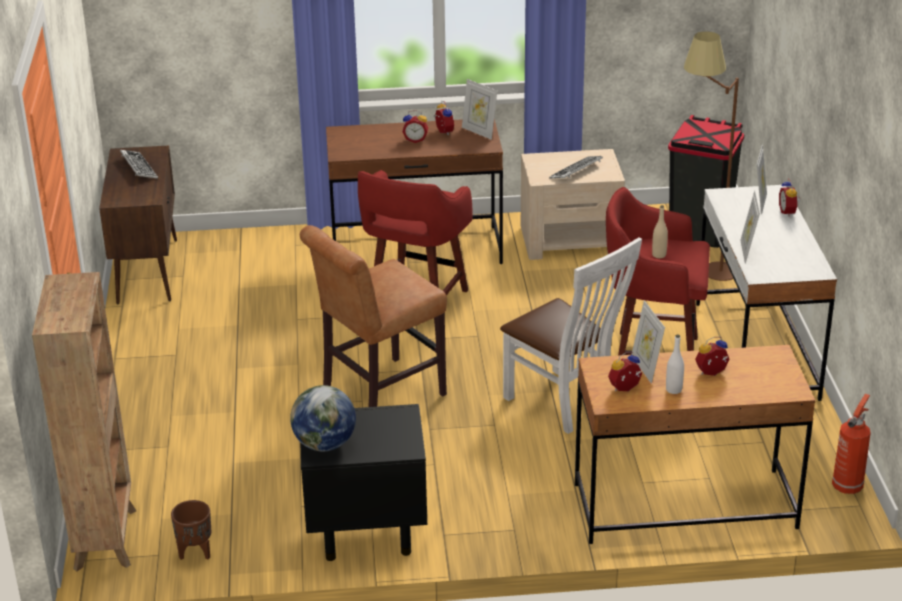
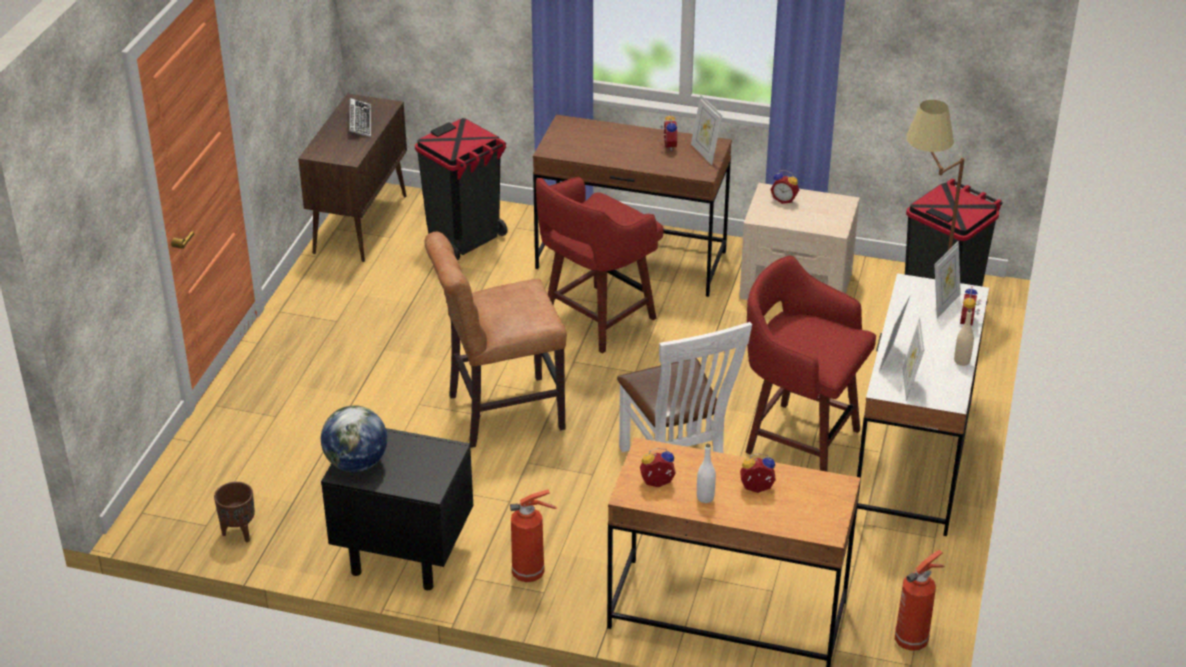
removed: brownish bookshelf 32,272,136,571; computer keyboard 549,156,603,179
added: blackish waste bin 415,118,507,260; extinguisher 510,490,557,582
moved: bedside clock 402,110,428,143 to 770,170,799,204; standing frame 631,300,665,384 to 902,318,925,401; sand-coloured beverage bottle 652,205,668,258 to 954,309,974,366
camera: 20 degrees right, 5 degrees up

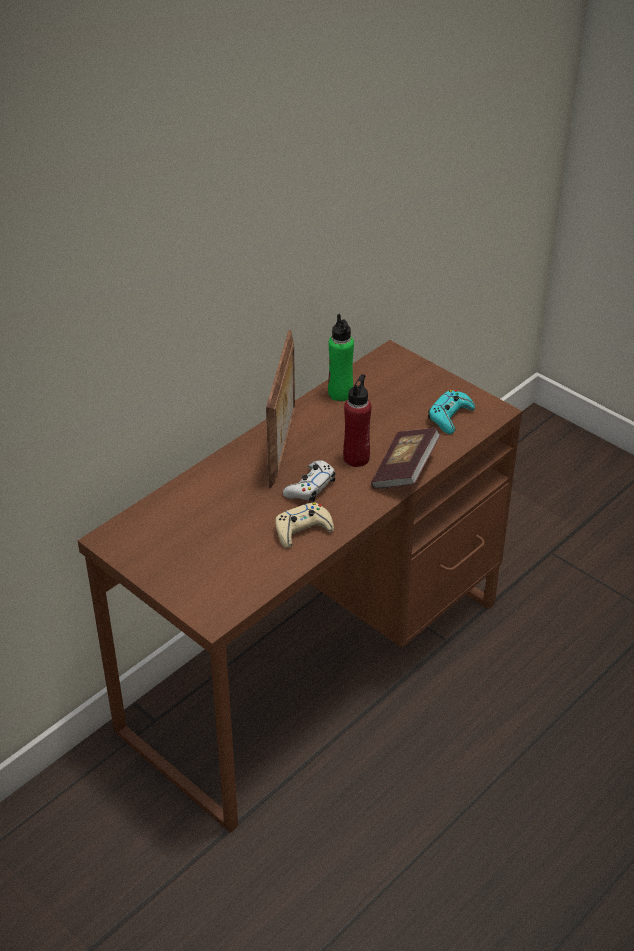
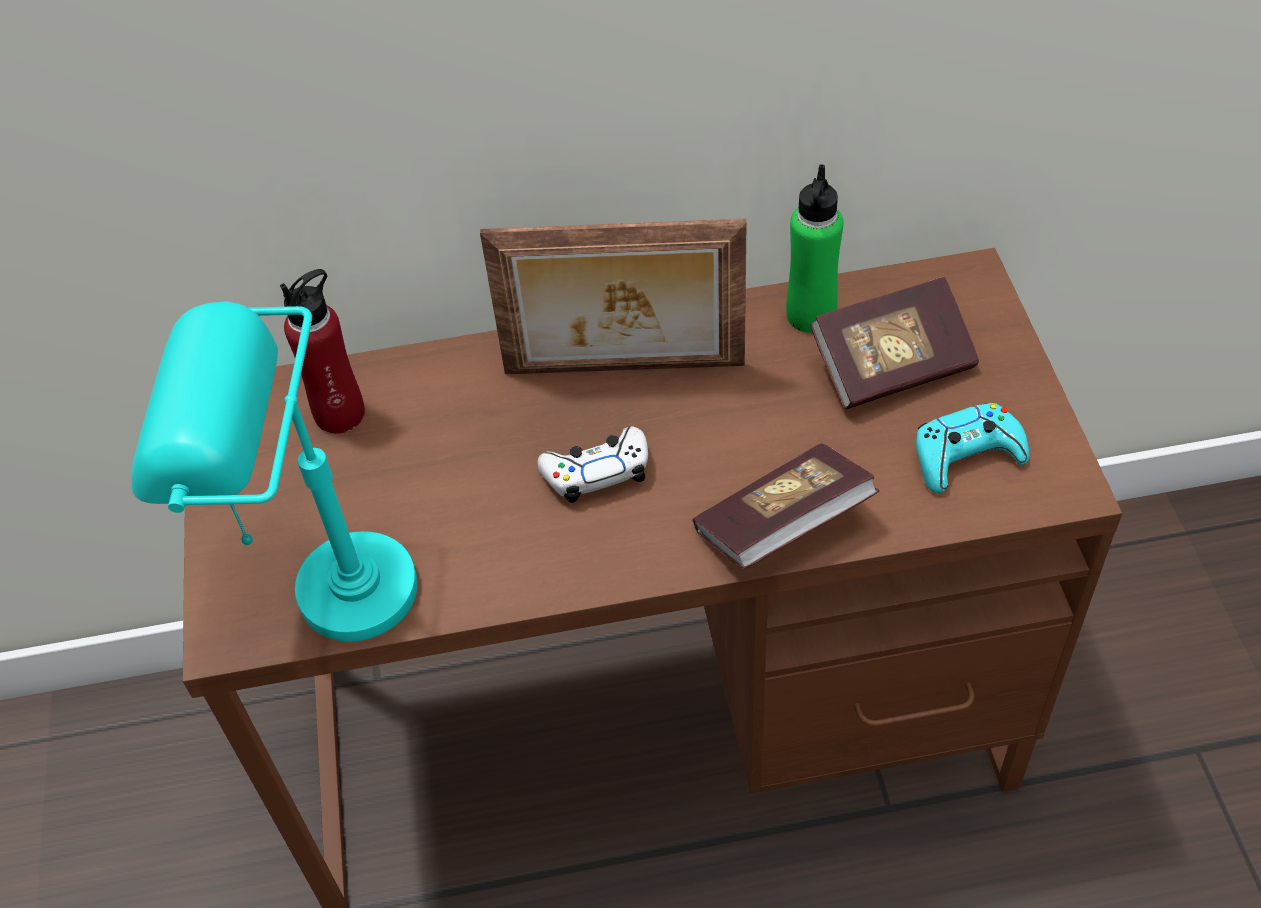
removed: sand-coloured gamepad 275,502,334,548
added: turquoise-coloured table lamp 131,301,418,642; volume 810,277,979,410
moved: red beverage bottle 343,374,371,467 to 280,269,365,434
turned: standing frame 266,330,295,488 = 480,218,747,374 45 degrees clockwise
camera: 40 degrees right, 10 degrees up

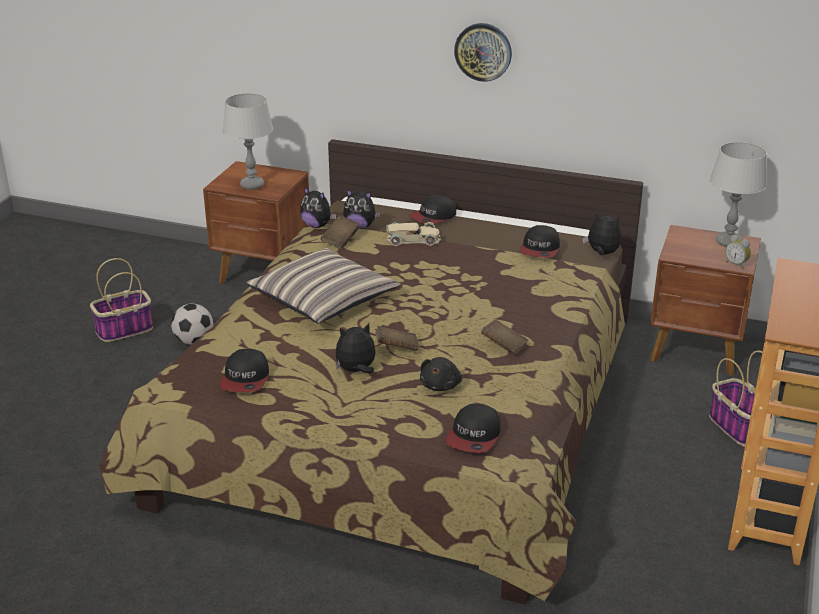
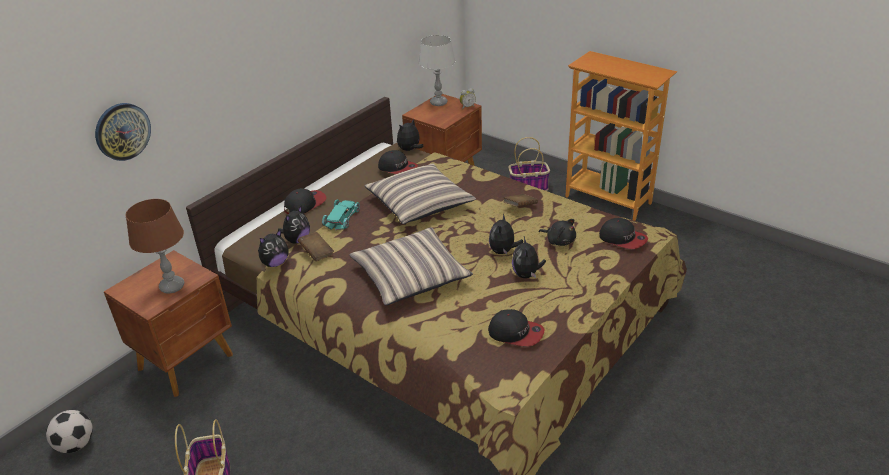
added: cushion 364,163,476,224
moved: football 171,304,213,345 to 46,410,93,453; hanging clock 454,23,512,82 to 95,103,151,161
replaced: brownish volume 375,326,419,351 to plush toy 489,214,523,255
recoloured: gray table lamp 223,93,273,190 to brownish table lamp 126,199,184,294; sand-coloured model car 386,222,441,246 to turquoise-coloured model car 322,200,360,230
turned: baseball cap 408,195,456,224 = 284,188,327,214 105 degrees counterclockwise
camera: 70 degrees left, 5 degrees up

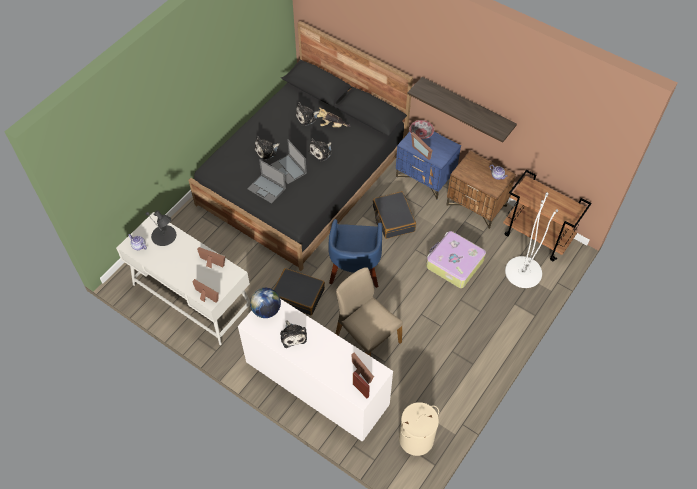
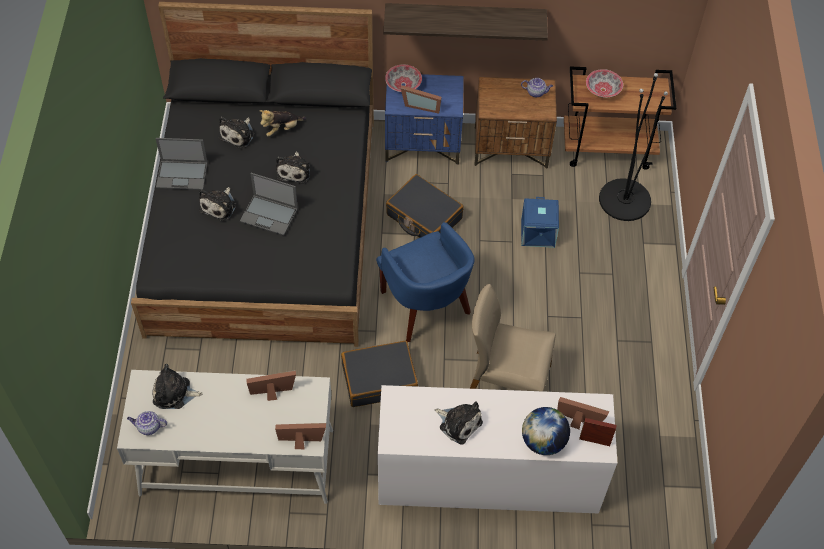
removed: sand-coloured washing basket 399,402,439,456
added: bowl 586,69,623,98
moved: laptop 247,159,286,204 to 156,138,208,190; globe 250,288,281,318 to 522,407,570,455
replaced: blackish table lamp 145,210,176,246 to plush toy 152,364,203,409; suitcase 426,231,486,288 to bluish storage bin 521,197,559,248
recoloured: whitish floor lamp 505,192,558,288 to blackish floor lamp 599,73,668,221
camera: 35 degrees left, 0 degrees up

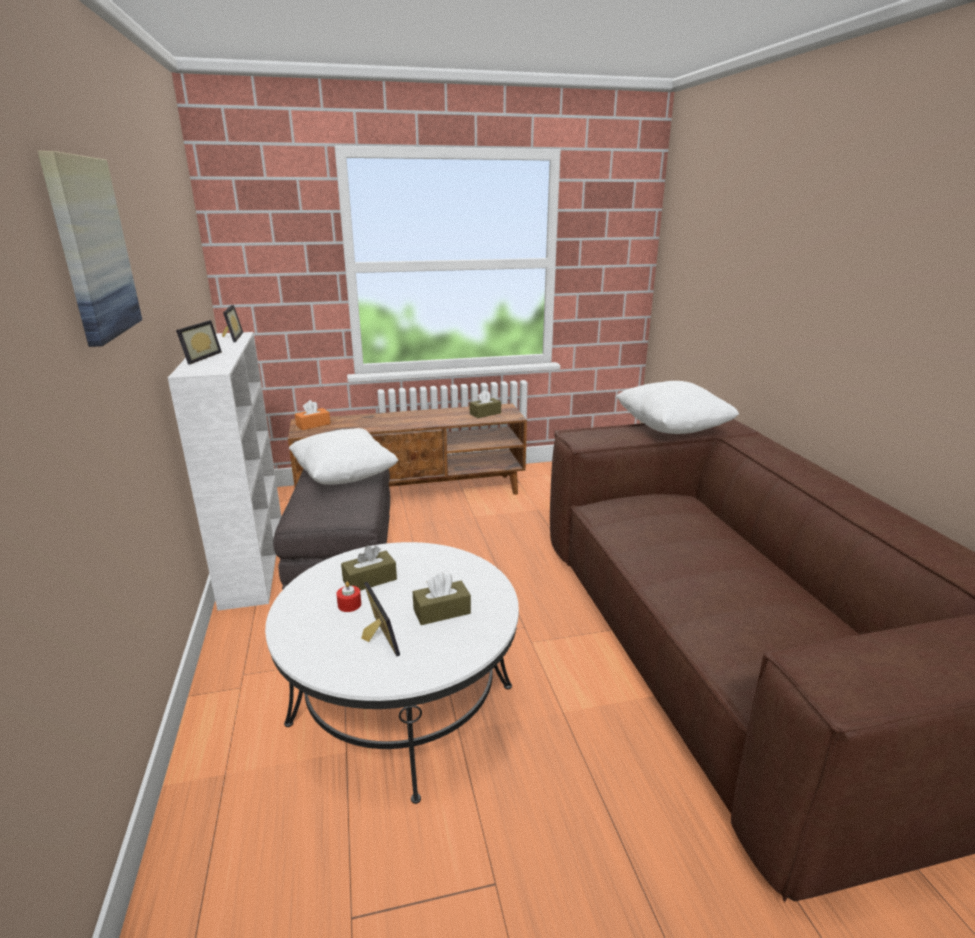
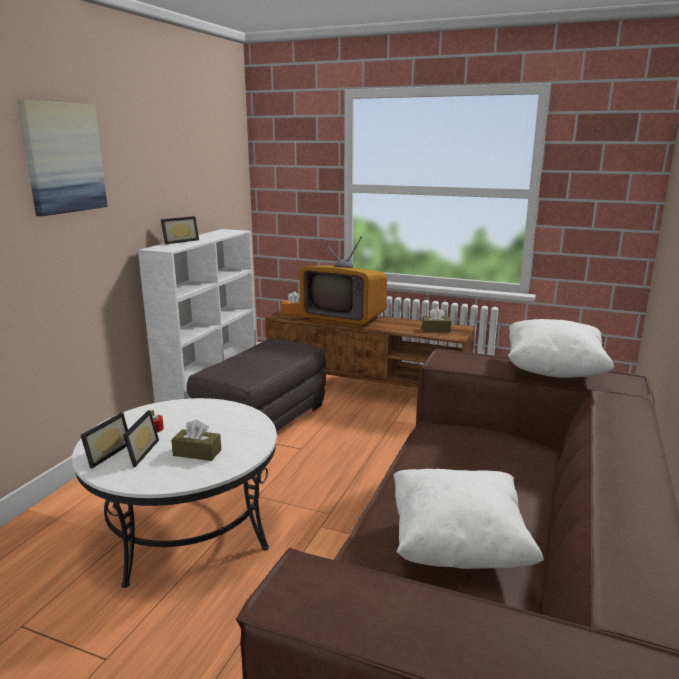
removed: brownish tissue holder 341,545,397,591
added: television 300,237,387,328
moved: standing frame 222,305,243,343 to 81,412,128,469; whitish cushion 289,428,398,485 to 393,469,544,569
camera: 35 degrees right, 5 degrees down

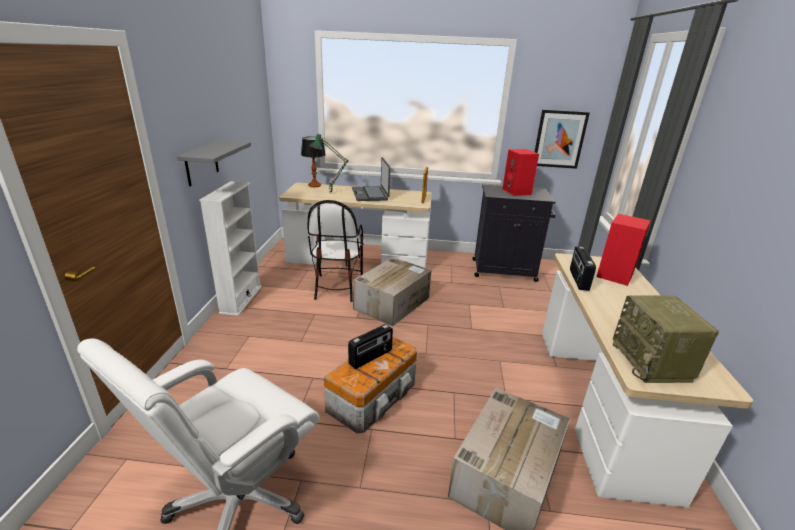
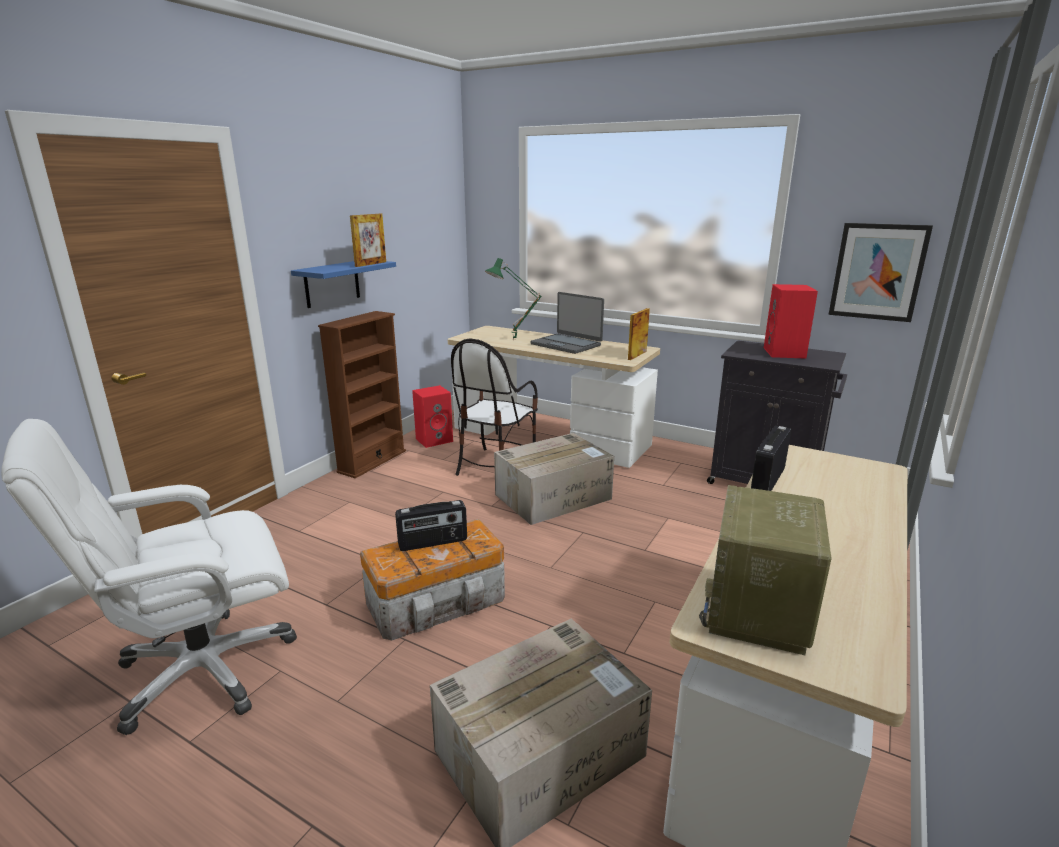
removed: table lamp 301,136,326,187
added: standing frame 350,214,386,267
moved: red speaker 596,214,651,286 to 412,385,453,448
recoloured: gray bracket shelf 176,140,251,186 to bluish bracket shelf 291,261,396,308; whitish bookshelf 199,181,262,316 to brownish bookshelf 318,311,406,478
turned: laptop 352,157,390,201 = 531,292,604,354 60 degrees counterclockwise
camera: 25 degrees right, 5 degrees down

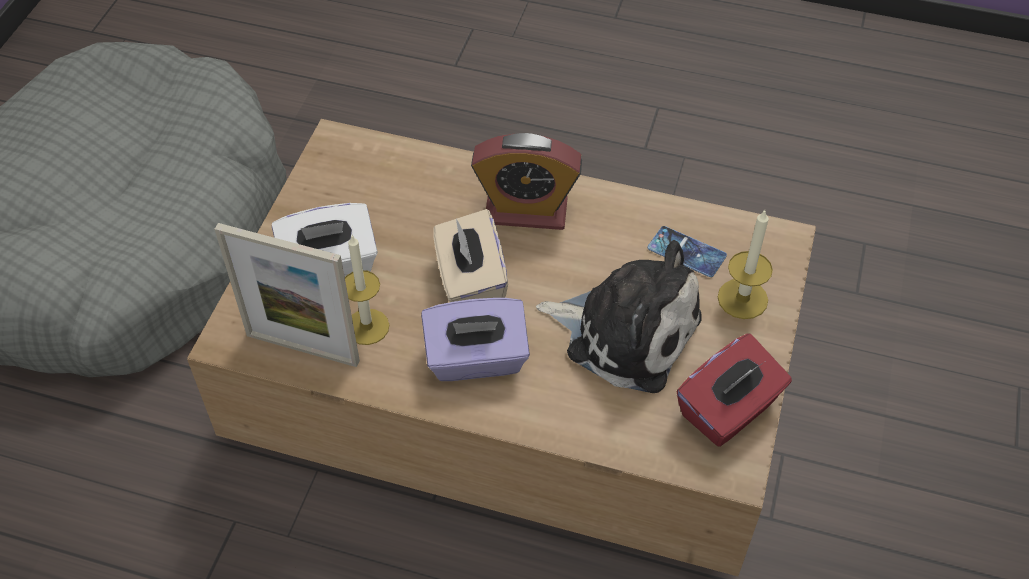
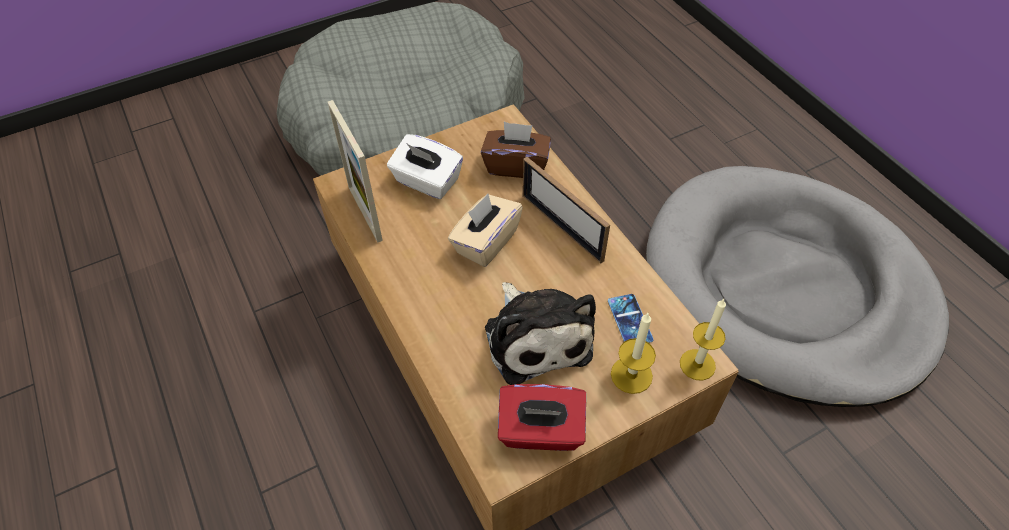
removed: purplish tissue holder 421,298,530,381
added: brownish tissue holder 481,122,551,178; gray dog bed 646,166,949,407
moved: wax candle 345,234,389,345 to 680,299,726,381
replaced: bedside clock 471,133,582,230 to standing frame 523,157,610,263
camera: 45 degrees right, 0 degrees up

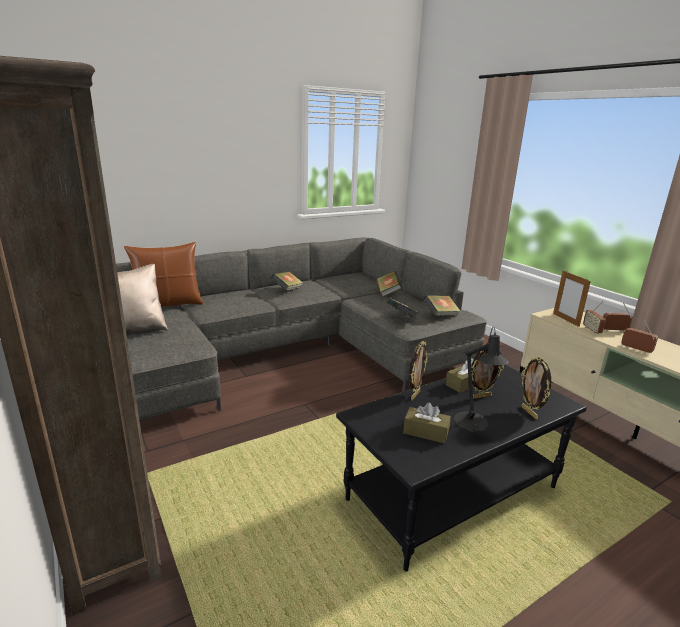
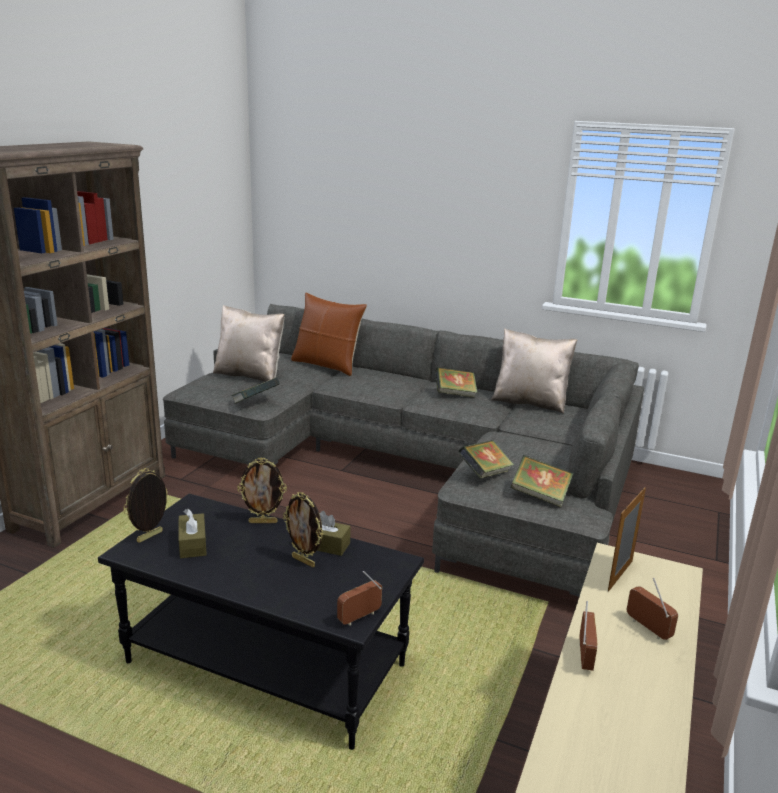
removed: blackish table lamp 454,327,508,432
added: sand-coloured cushion 491,328,577,414
moved: volume 377,271,402,297 to 231,377,280,404; standing frame 521,356,551,419 to 123,468,168,543; radio set 583,301,606,334 to 337,571,382,626
camera: 55 degrees right, 0 degrees up

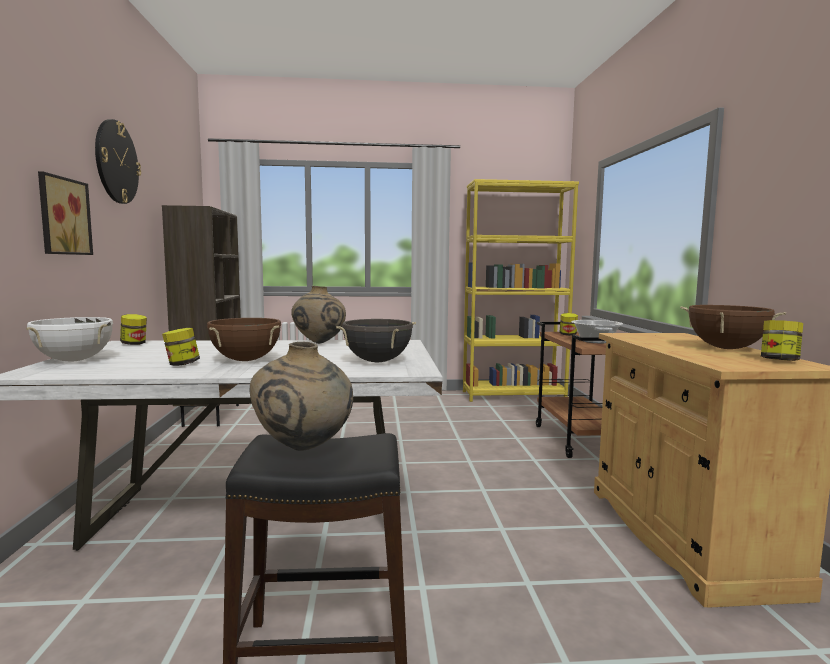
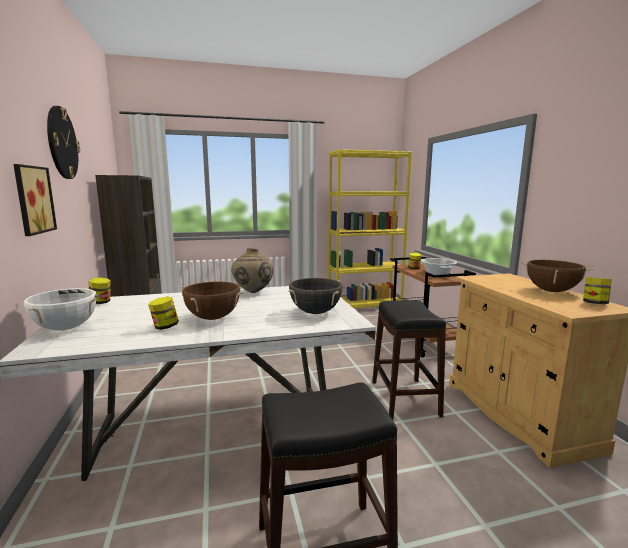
removed: sand-coloured flower vase 250,342,353,451
added: blackish sitting stool 372,300,446,420
camera: 10 degrees left, 5 degrees up

